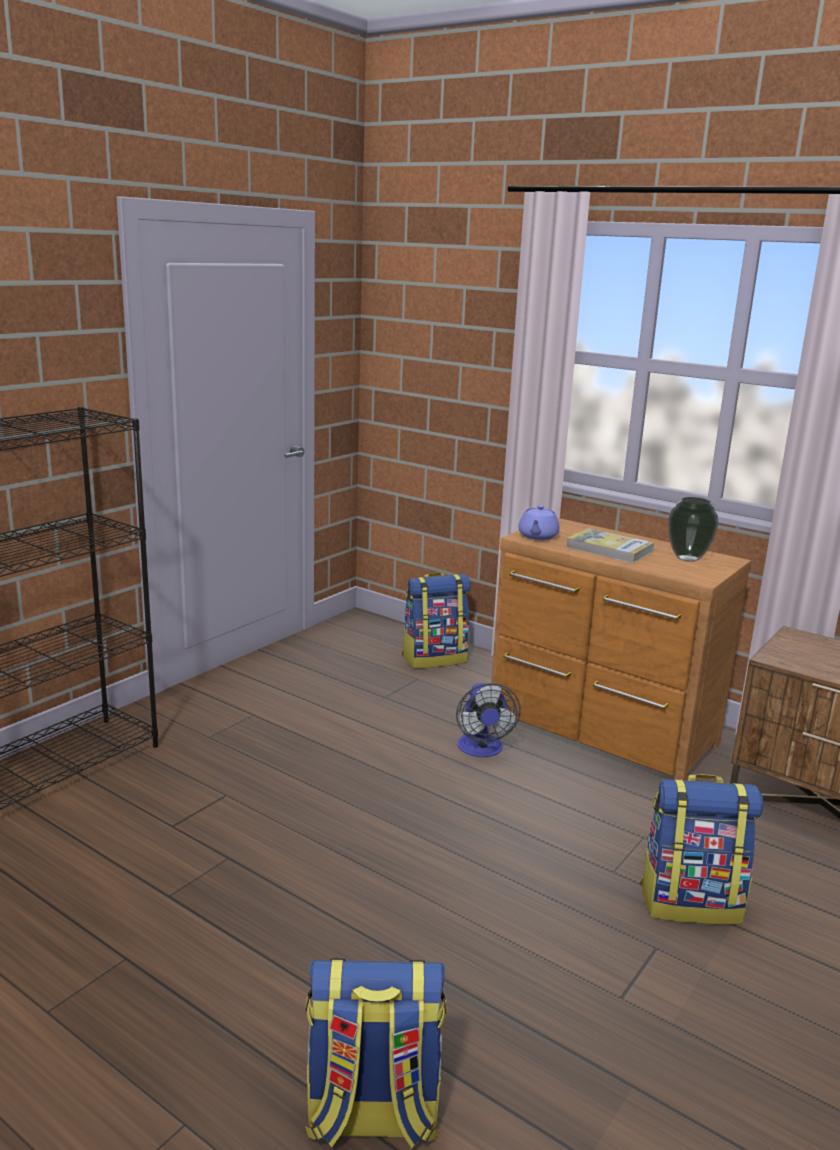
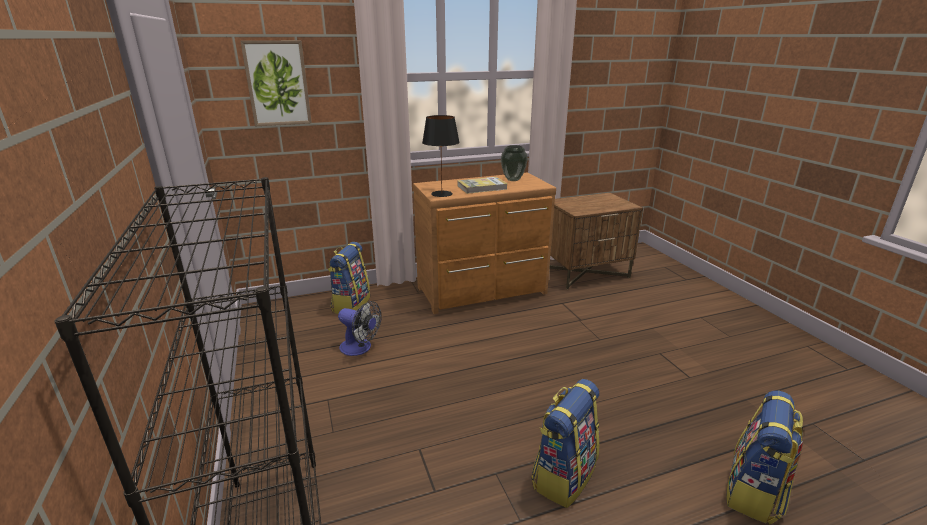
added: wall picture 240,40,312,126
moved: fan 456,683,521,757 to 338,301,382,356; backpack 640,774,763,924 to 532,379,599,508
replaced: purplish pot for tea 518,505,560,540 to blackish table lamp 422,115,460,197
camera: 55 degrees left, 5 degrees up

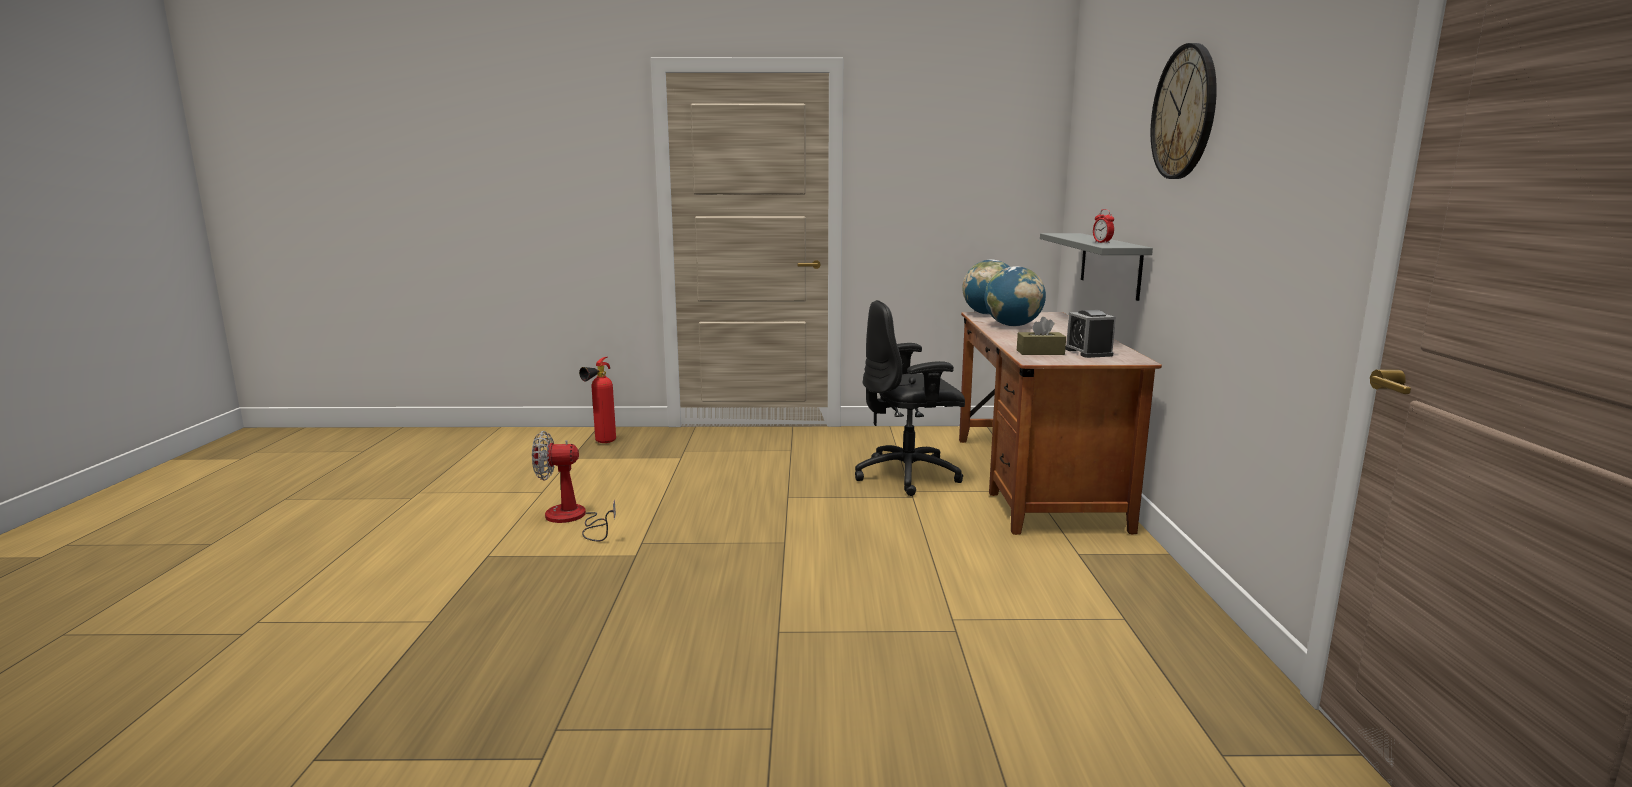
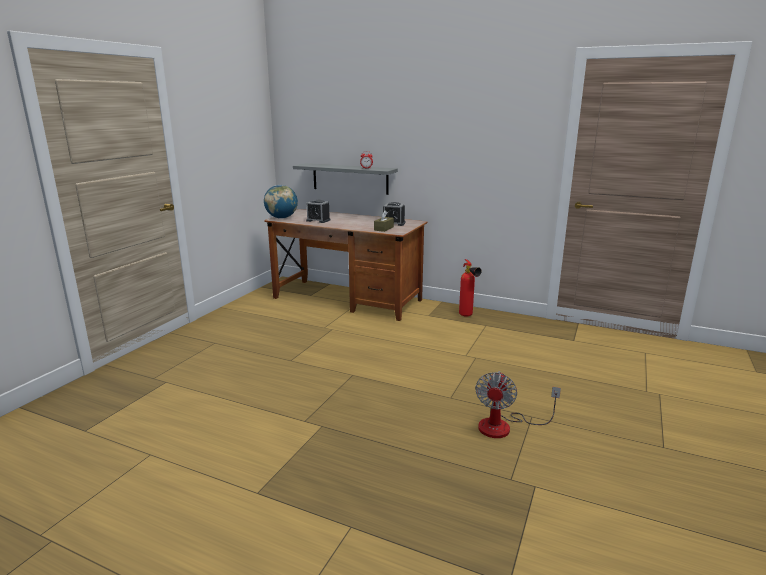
removed: blackish office chair 855,300,965,496; hanging clock 1151,43,1217,179
moved: fan 532,431,616,541 to 475,371,561,438; extinguisher 579,357,616,443 to 459,259,482,316
replaced: globe 985,266,1046,326 to bedside clock 306,200,331,223
camera: 65 degrees left, 5 degrees up

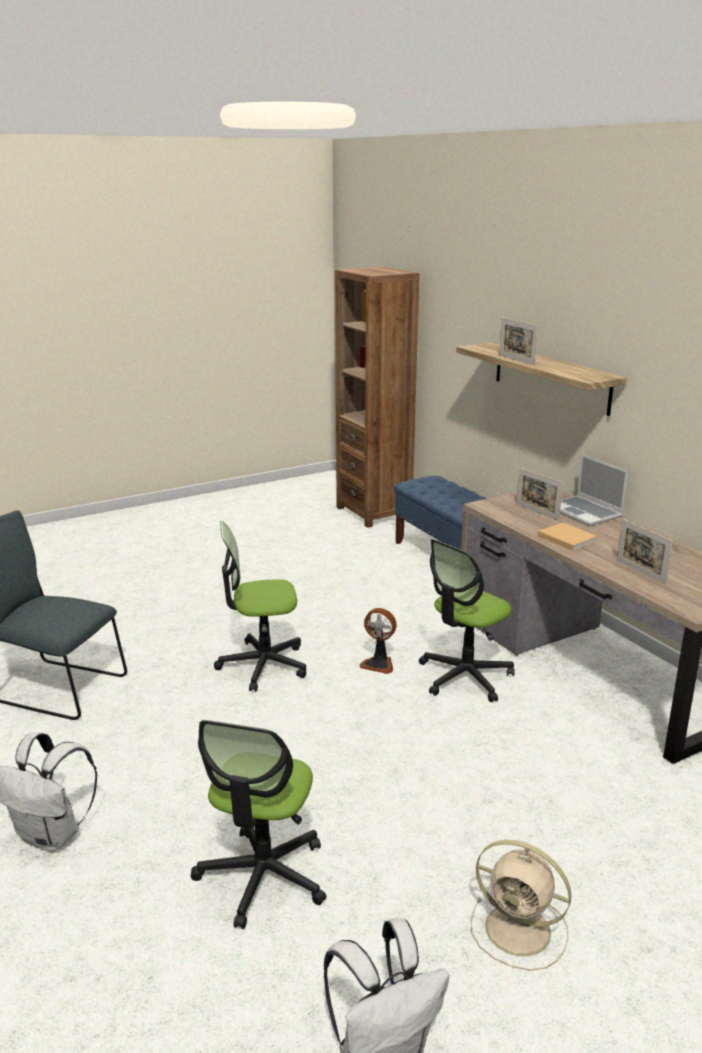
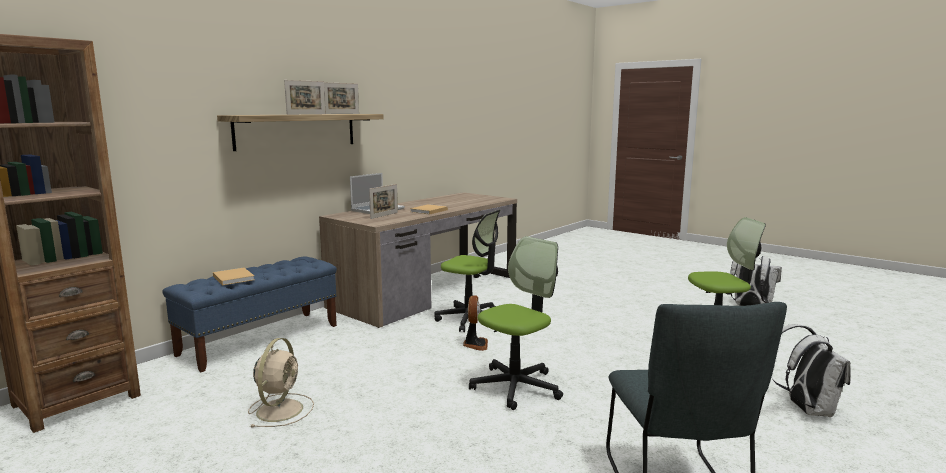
added: sand-coloured volume 213,268,255,285
moved: sand-coloured fan 471,840,572,971 to 248,338,314,428; standing frame 617,518,673,585 to 324,82,359,114
turned: office chair 214,521,306,692 = 469,236,563,410 105 degrees counterclockwise
camera: 110 degrees left, 10 degrees down

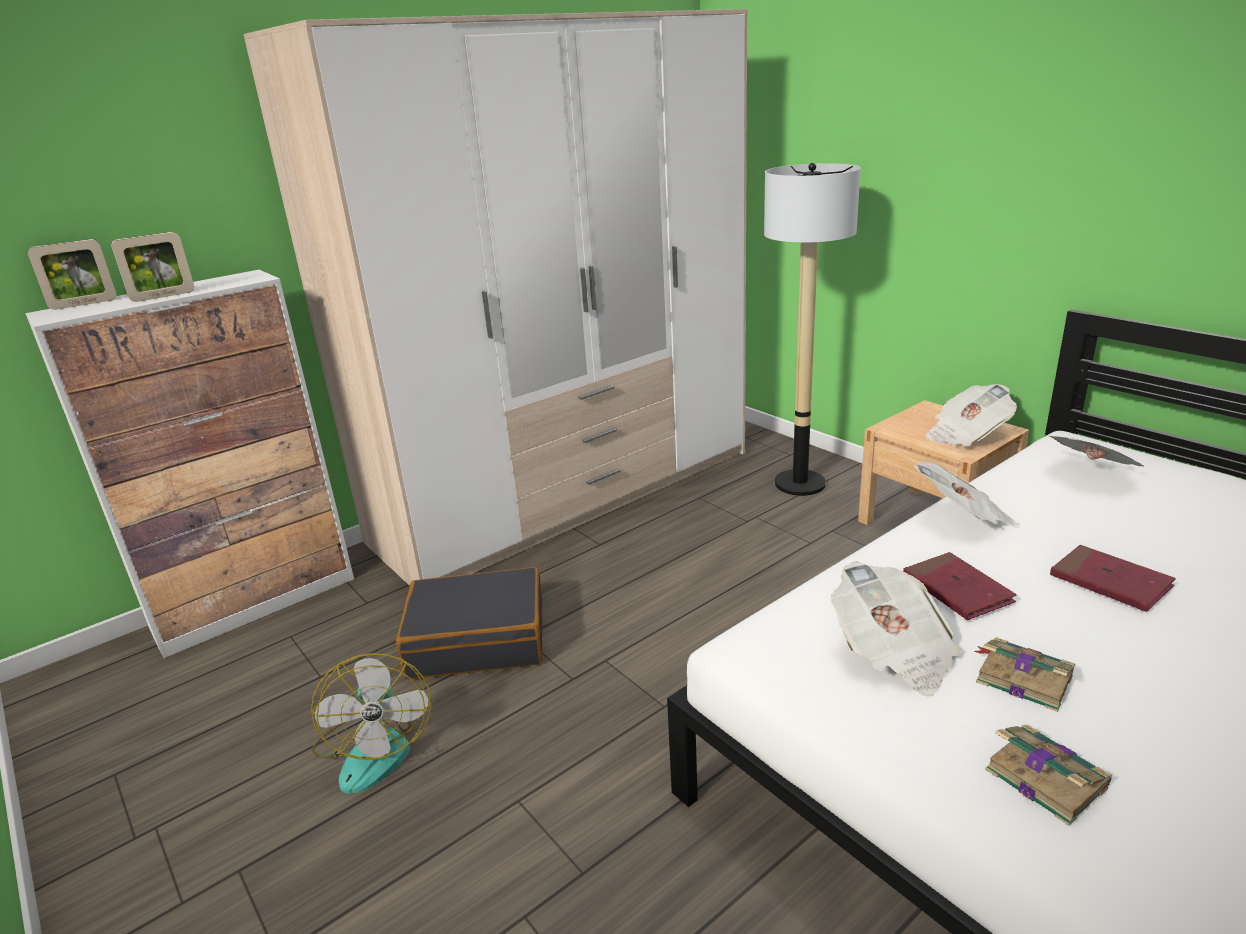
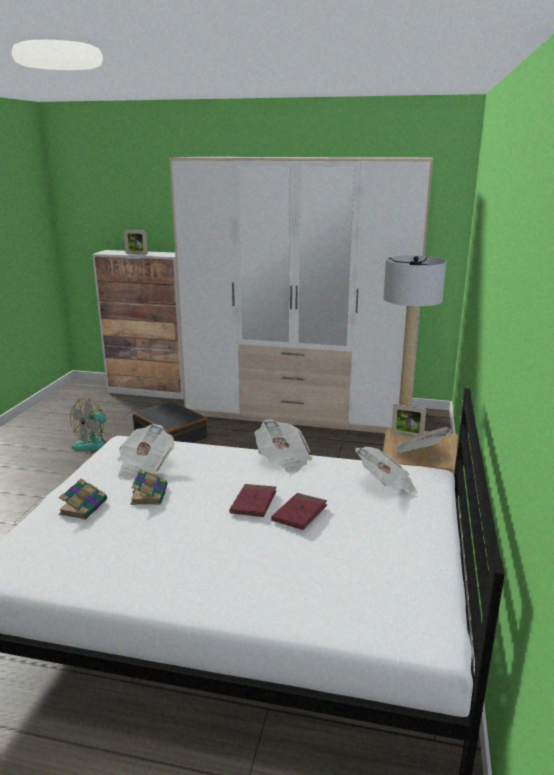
moved: standing frame 28,239,117,310 to 391,404,426,438; red volume 903,552,1016,620 to 271,493,327,530
camera: 50 degrees right, 5 degrees down

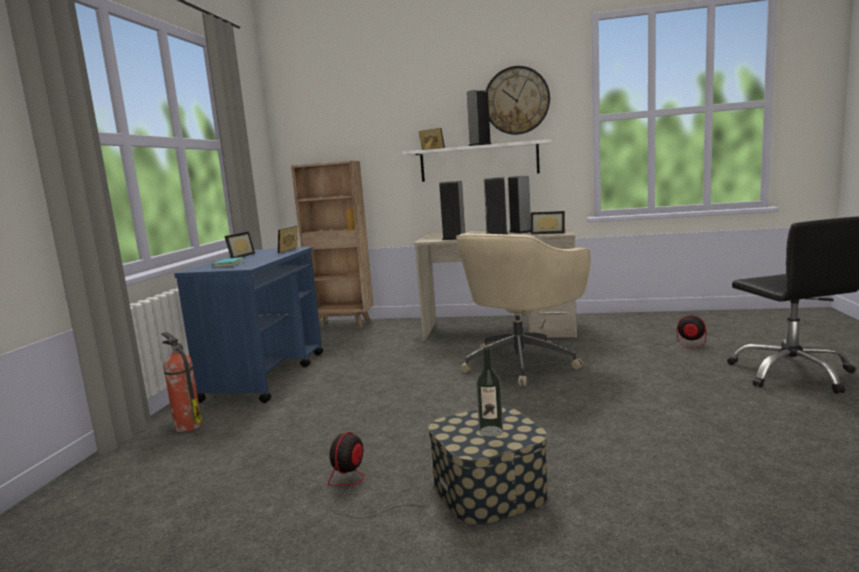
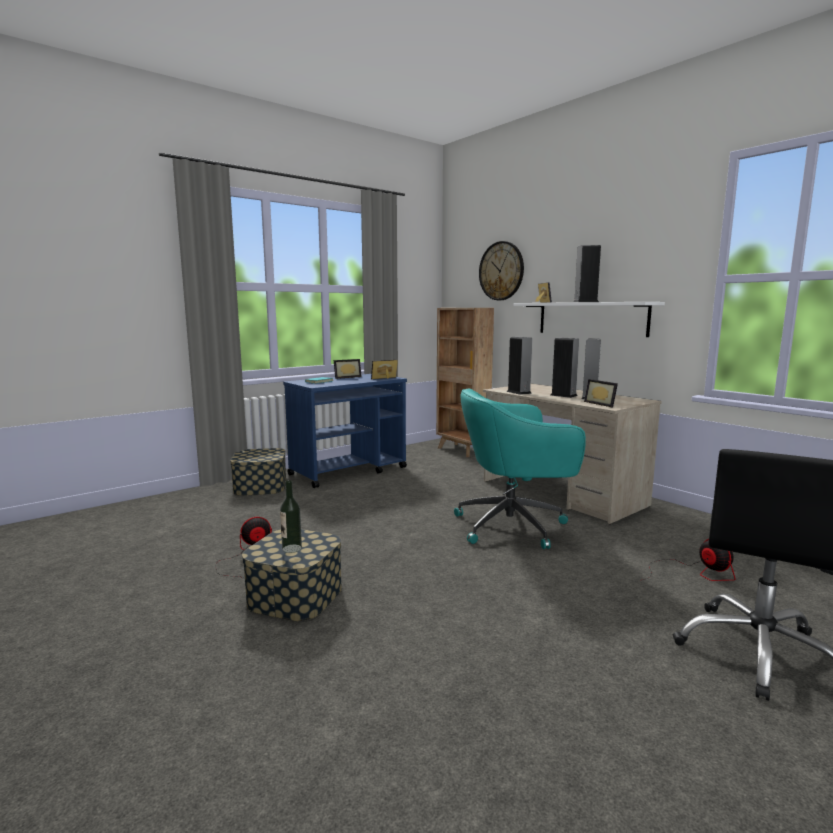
moved: hanging clock 486,66,550,135 to 479,241,524,300
replaced: extinguisher 161,332,203,432 to storage bin 230,448,286,496
recoloured: sand-coloured office chair 456,234,591,386 to turquoise-coloured office chair 454,388,586,549
camera: 40 degrees right, 0 degrees up

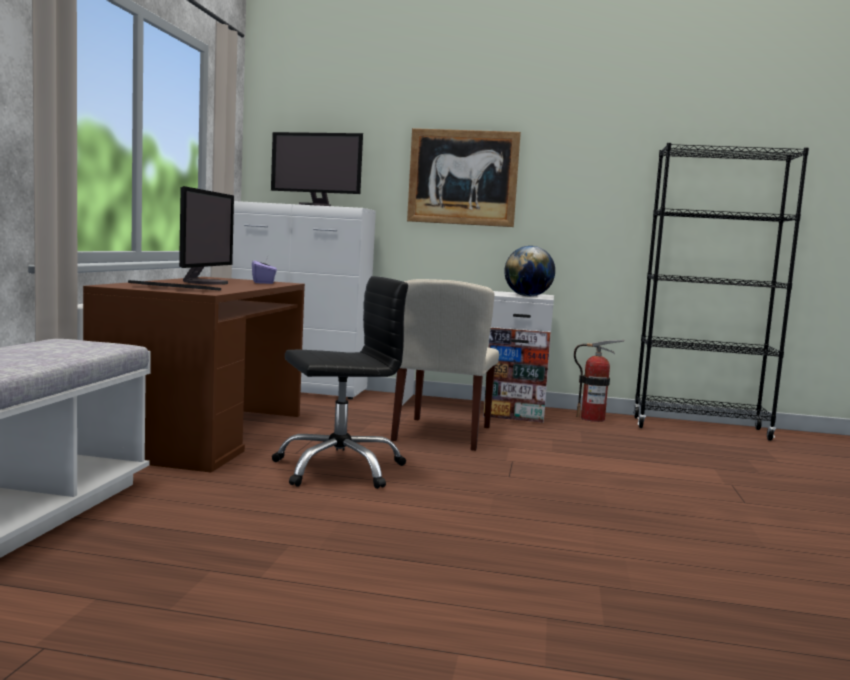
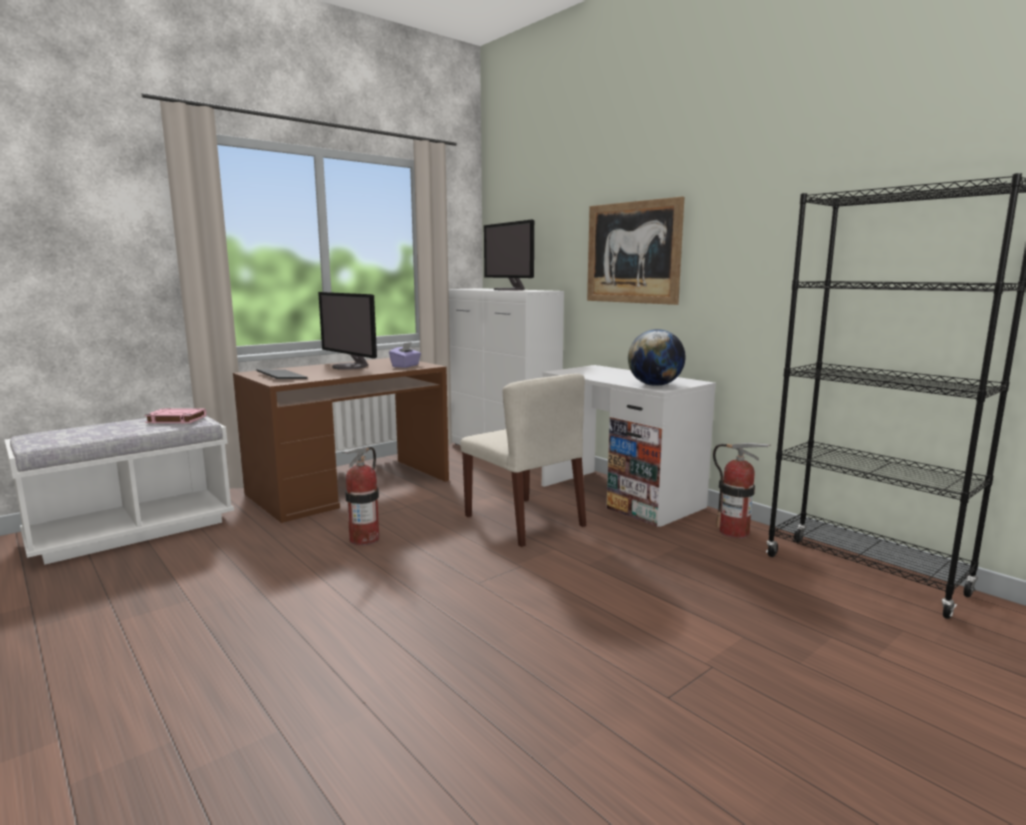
added: pinkish volume 144,408,206,424
replaced: blackish office chair 272,276,408,489 to extinguisher 342,447,379,545
turned: monitor 179,186,234,285 = 318,292,377,370 90 degrees clockwise; sand-coloured upright chair 391,279,499,451 = 460,373,586,547 90 degrees counterclockwise
camera: 40 degrees right, 5 degrees up

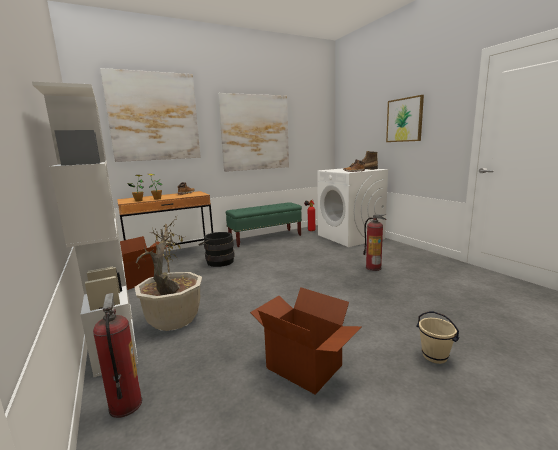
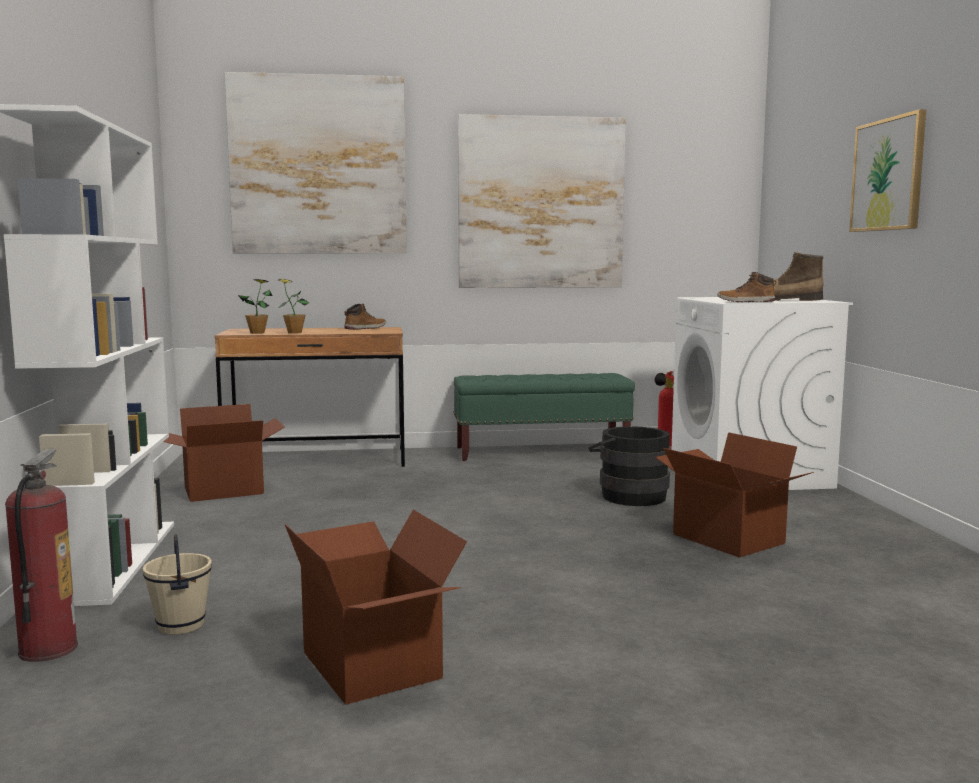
removed: potted plant 135,217,202,331
moved: blackish bucket 198,232,235,267 to 588,426,671,506; sand-coloured bucket 416,311,459,364 to 143,534,212,635
replaced: extinguisher 363,214,386,271 to packing box 655,432,814,557
camera: 20 degrees right, 5 degrees down

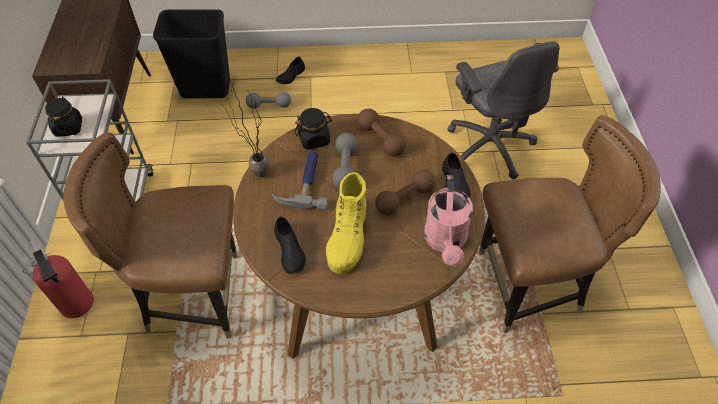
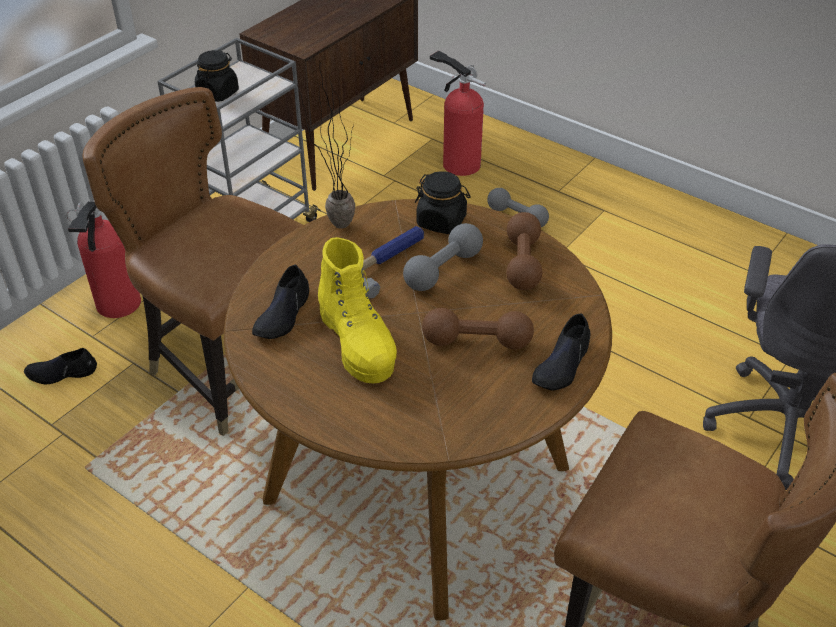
removed: pinkish watering pot 424,175,473,266
moved: blackish item of footwear 276,57,305,84 to 24,348,97,384
replaced: blackish waste bin 153,9,230,98 to extinguisher 430,51,486,176
turned: yellowish tall boot 326,172,366,274 = 318,237,397,383 75 degrees counterclockwise
camera: 40 degrees right, 10 degrees down

